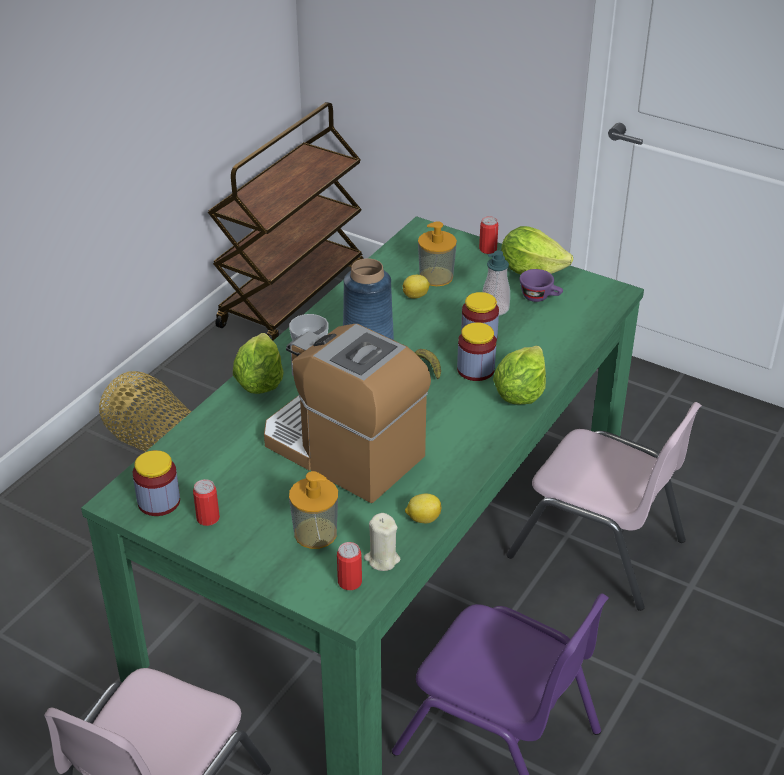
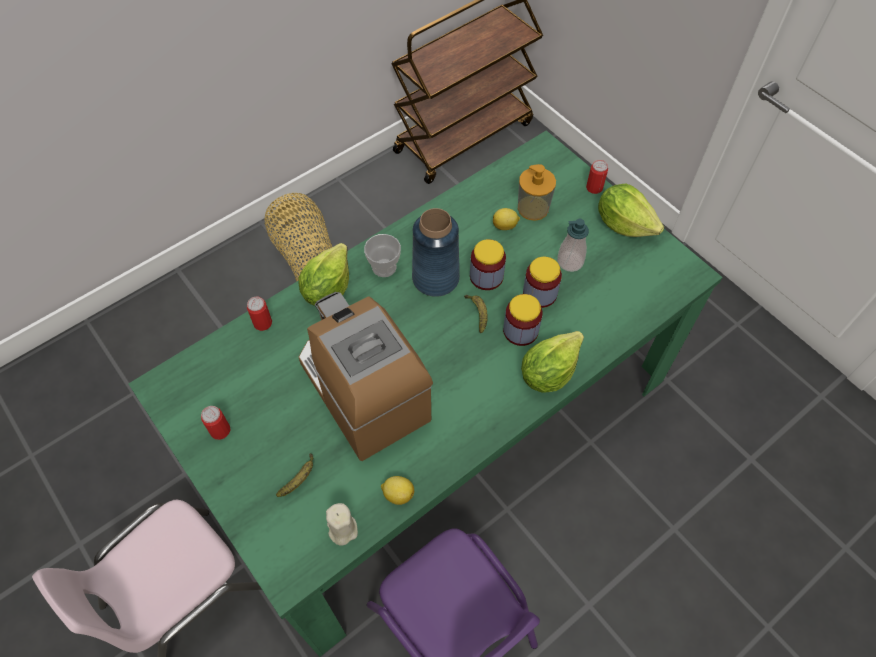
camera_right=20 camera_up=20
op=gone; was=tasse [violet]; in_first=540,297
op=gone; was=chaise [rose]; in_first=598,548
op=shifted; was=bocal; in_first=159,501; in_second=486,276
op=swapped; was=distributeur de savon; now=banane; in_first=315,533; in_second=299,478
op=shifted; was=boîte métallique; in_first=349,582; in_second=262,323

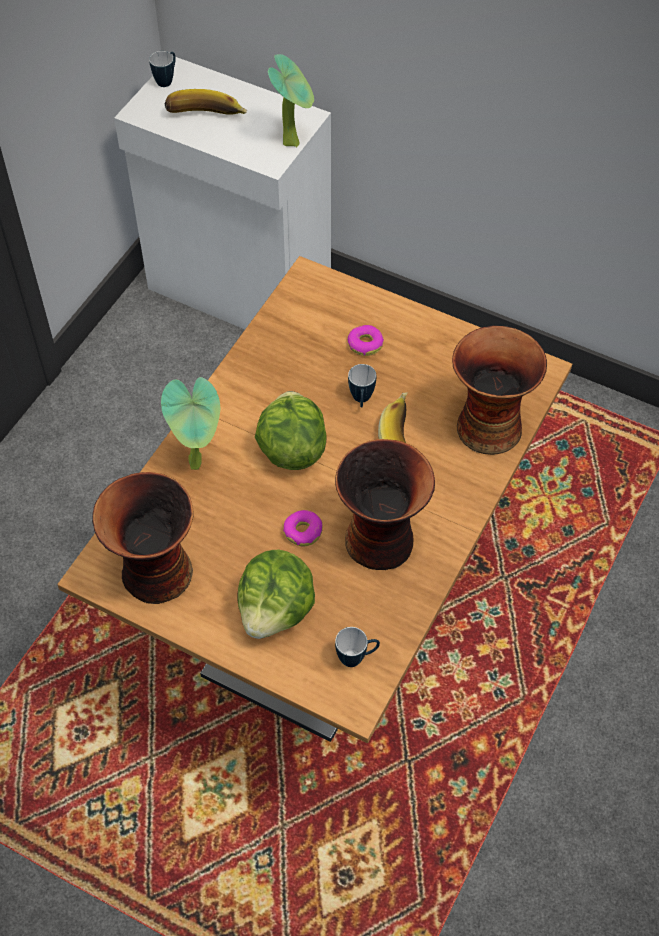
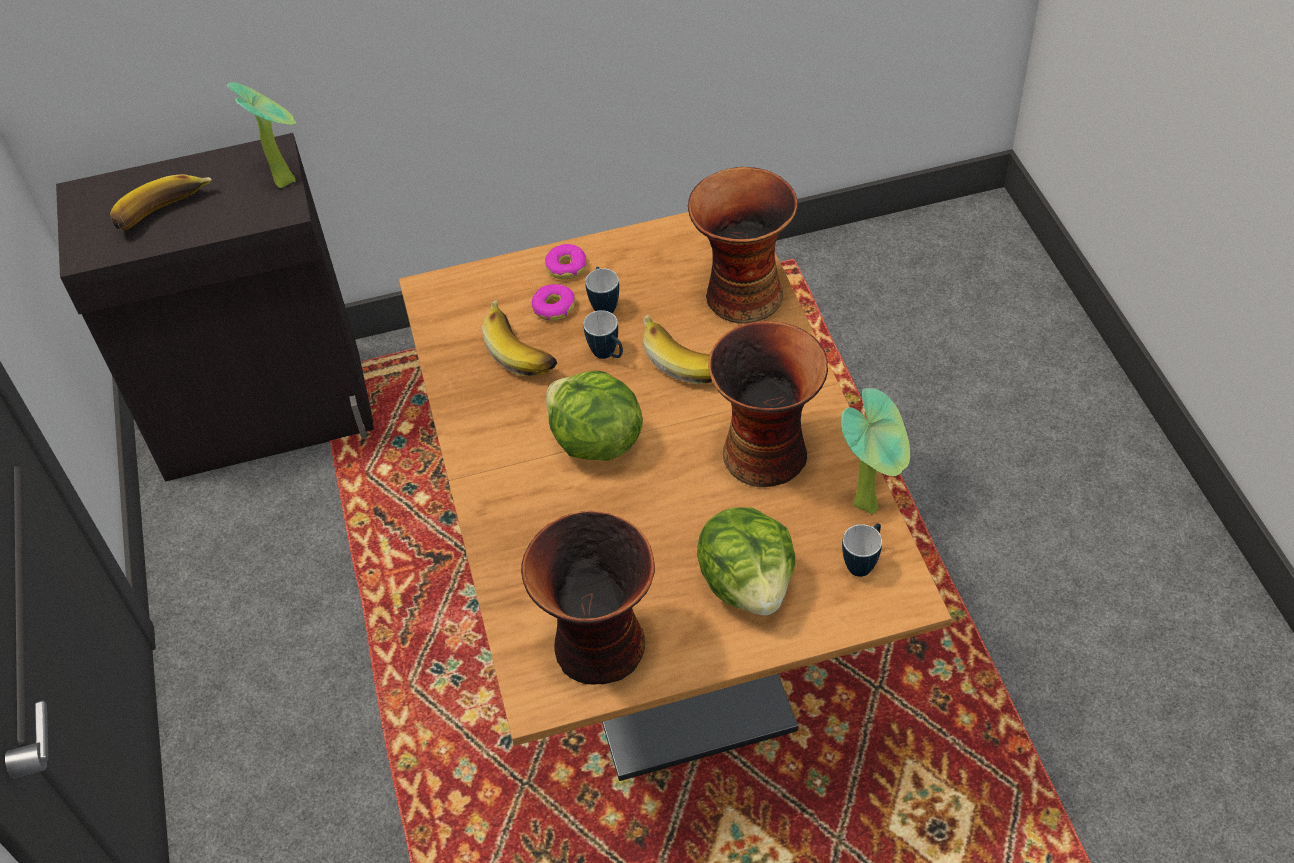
camera_right=-40 camera_up=-5
op=shifted; was=mug; in_first=167,80; in_second=603,305
op=repainted; was=meuble de rangement [blanc]; now=meuble de rangement [noir]; in_first=239,291; in_second=266,416
op=shifted; was=plante en pot; in_first=199,463; in_second=871,504
op=shifted; was=beignet; in_first=303,531; in_second=566,267
op=new; now=banane; in_second=523,349

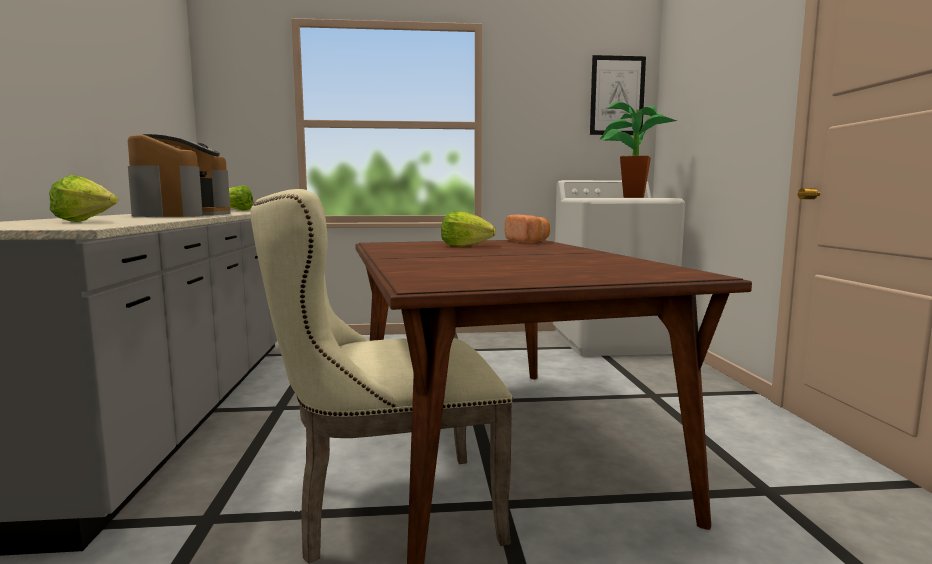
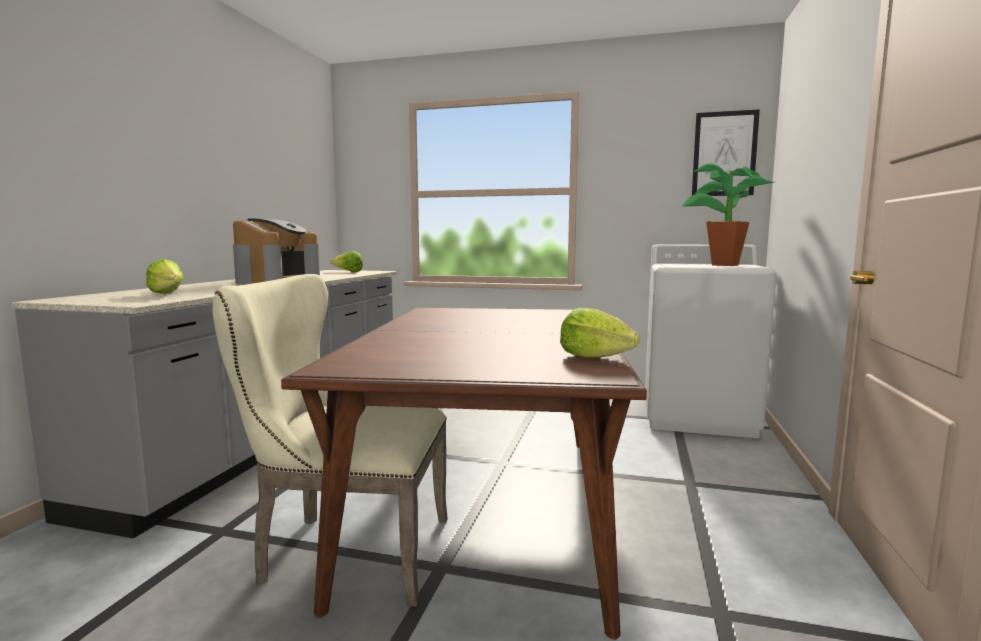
camera_right=20 camera_up=0
op=shifted; was=laitue; in_first=465,246; in_second=594,357
op=gone; was=pain; in_first=528,242

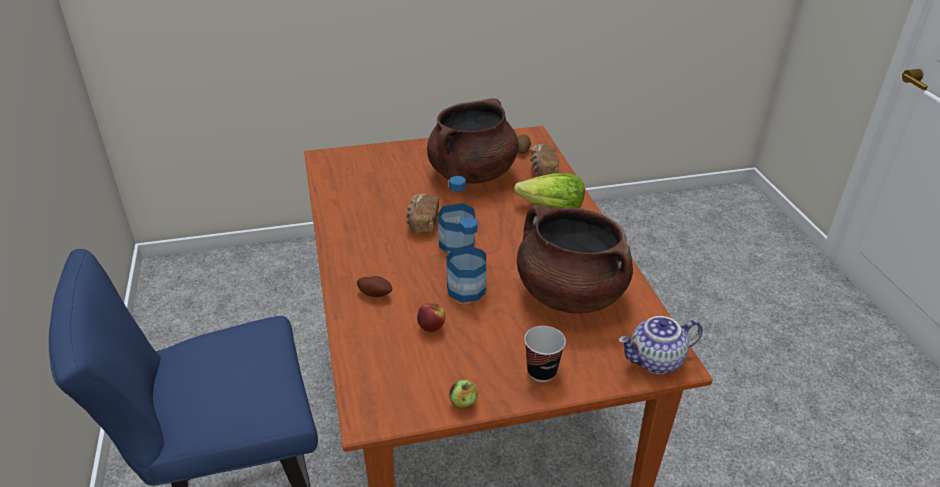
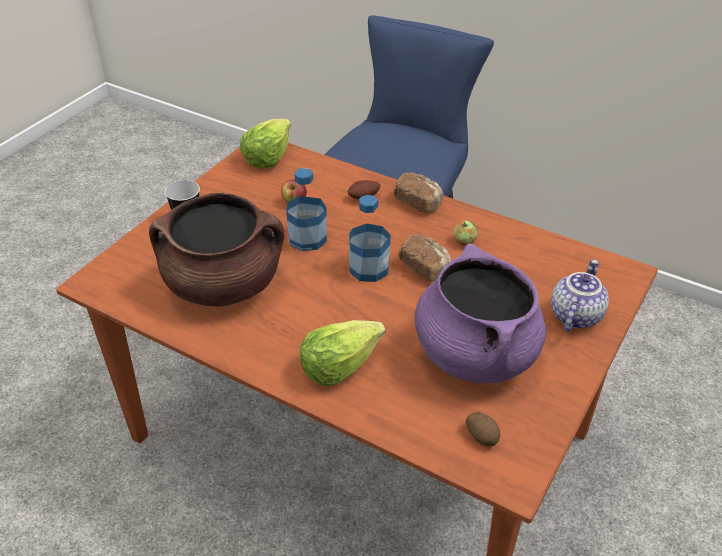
camera_right=135 camera_up=5
op=repainted; was=marmite [marron]; now=marmite [violet]; in_first=472,174; in_second=474,354
op=shifted; was=pain; in_first=542,170; in_second=418,202
op=shifted; was=théière; in_first=656,362; in_second=574,315
op=shifted; was=pomme; in_first=463,403; in_second=464,241
op=new; now=laitue; in_second=267,157

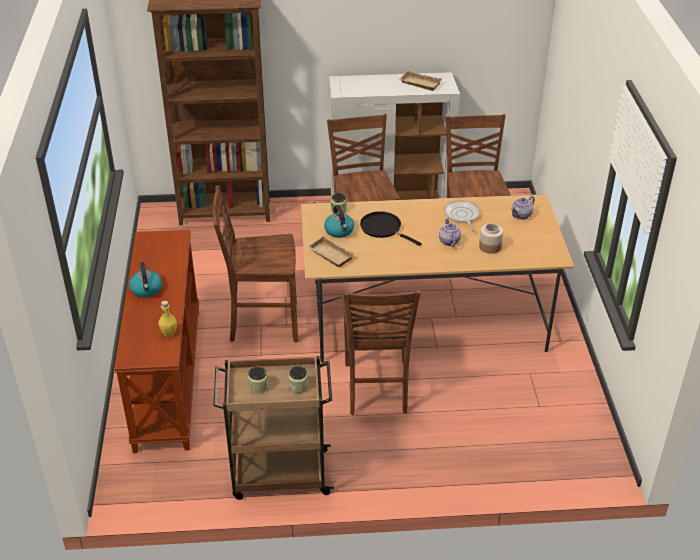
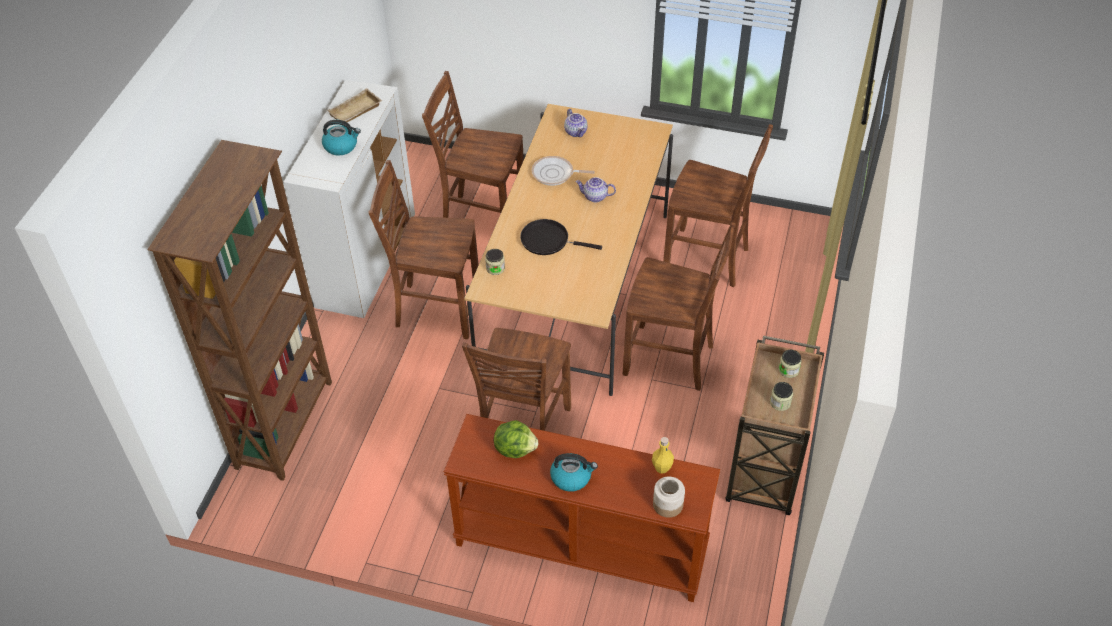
camera_right=-70 camera_up=10
op=shifted; was=bouilloire; in_first=339,231; in_second=341,146
op=rotated; was=poêle [noir]; in_first=383,228; in_second=548,240; clockwise=45
op=shifted; was=bocal; in_first=489,246; in_second=667,505
op=gone; was=plateau [beige]; in_first=329,255
op=new; now=chaise [marron]; in_second=708,259
op=new; now=laitue; in_second=515,448

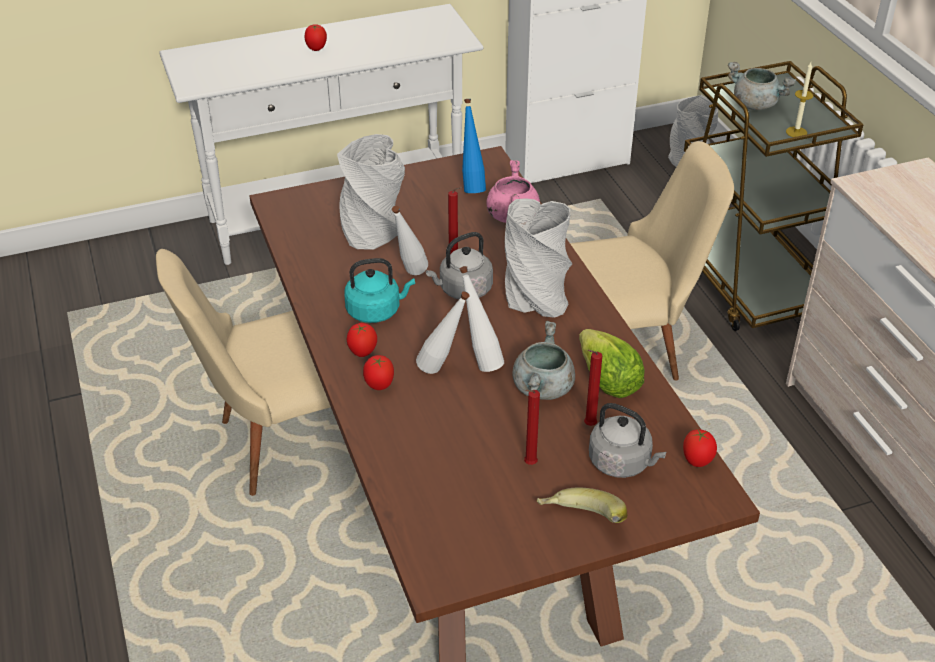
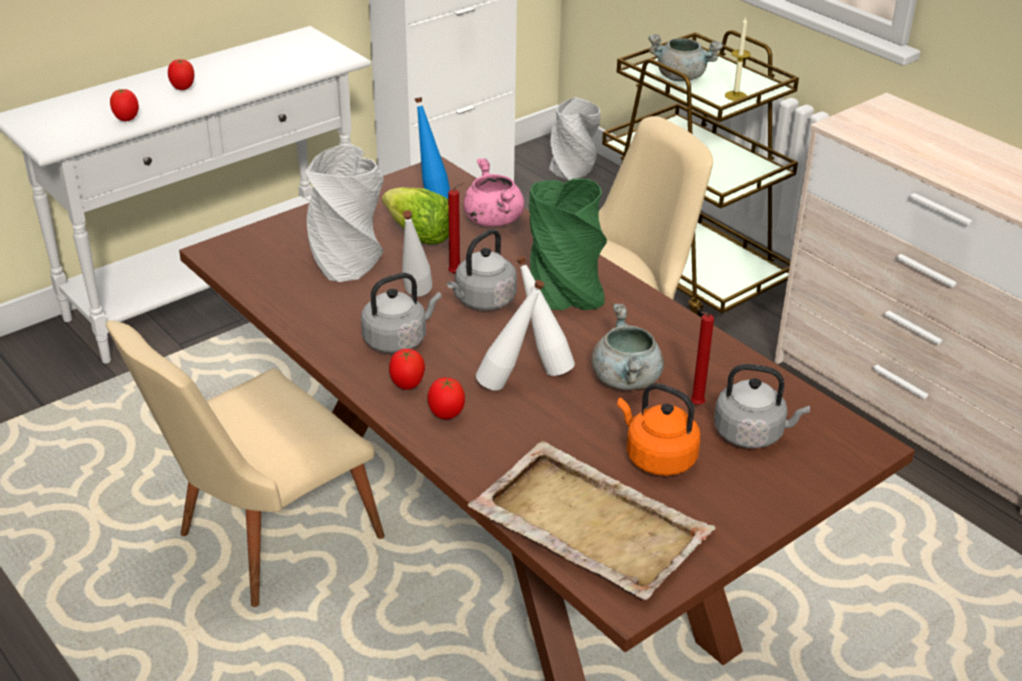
camera_right=-20 camera_up=-5
op=repainted; was=vase [gris]; now=vase [vert]; in_first=535,297; in_second=565,293
op=repainted; was=bouilloire [turquoise]; now=bouilloire [gris]; in_first=376,311; in_second=398,340
op=shifted; was=laitue; in_first=608,382; in_second=420,236
op=swapped; was=bougie [rouge]; now=bouilloire [orange]; in_first=528,464; in_second=657,458
op=shifted; was=tomate; in_first=697,461; in_second=126,119
op=gone; was=banane; in_first=580,523
op=new; now=plateau [beige]; in_second=588,523

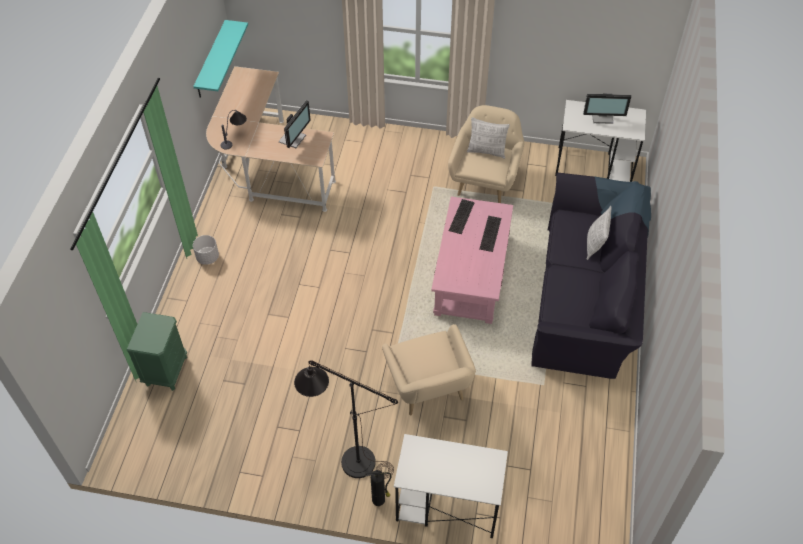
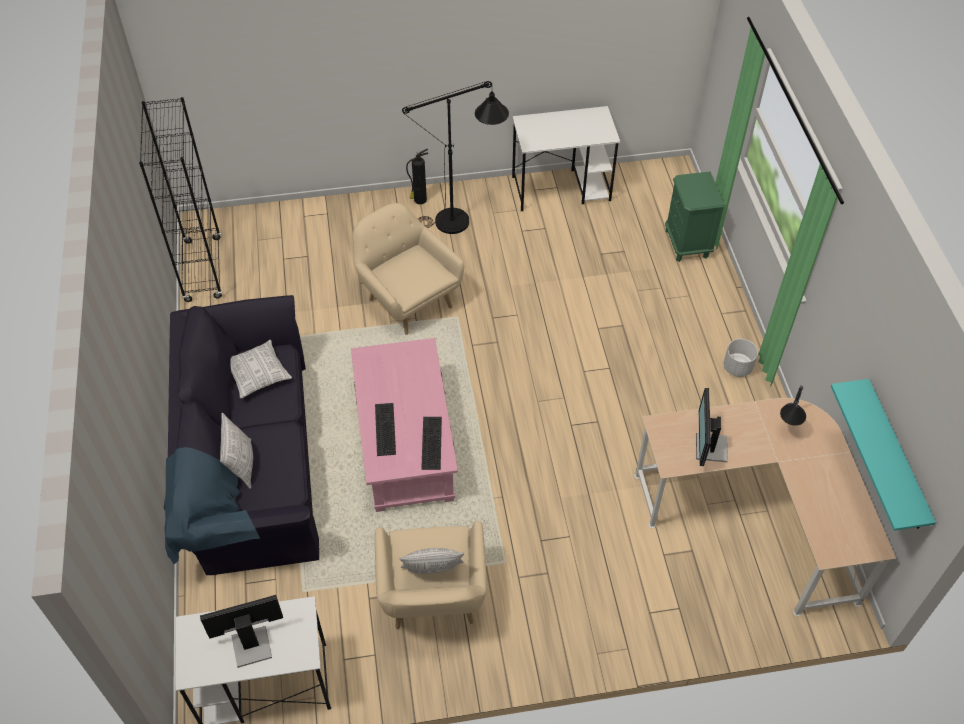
camera_right=160 camera_up=0
op=shifted; was=bureau [blanc]; in_first=447,505; in_second=562,188
op=new; now=bibliothèque [noir]; in_second=203,269
op=new; now=coussin; in_second=257,374

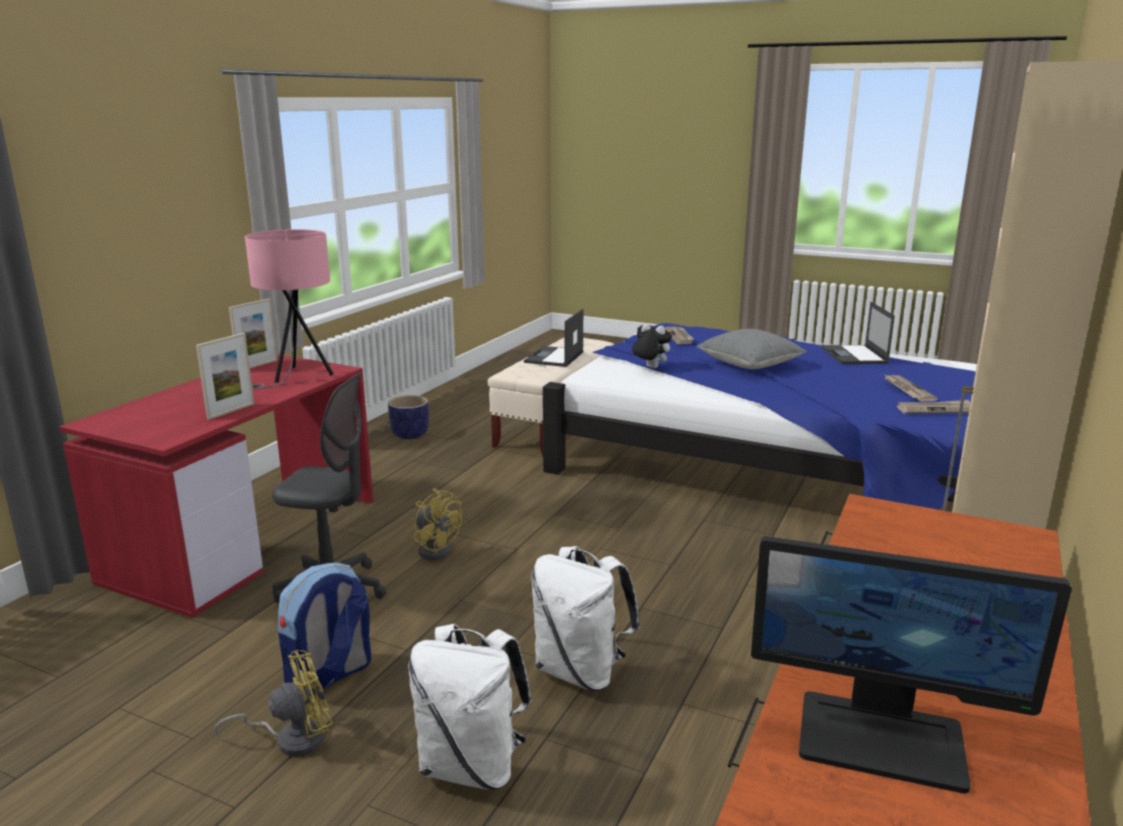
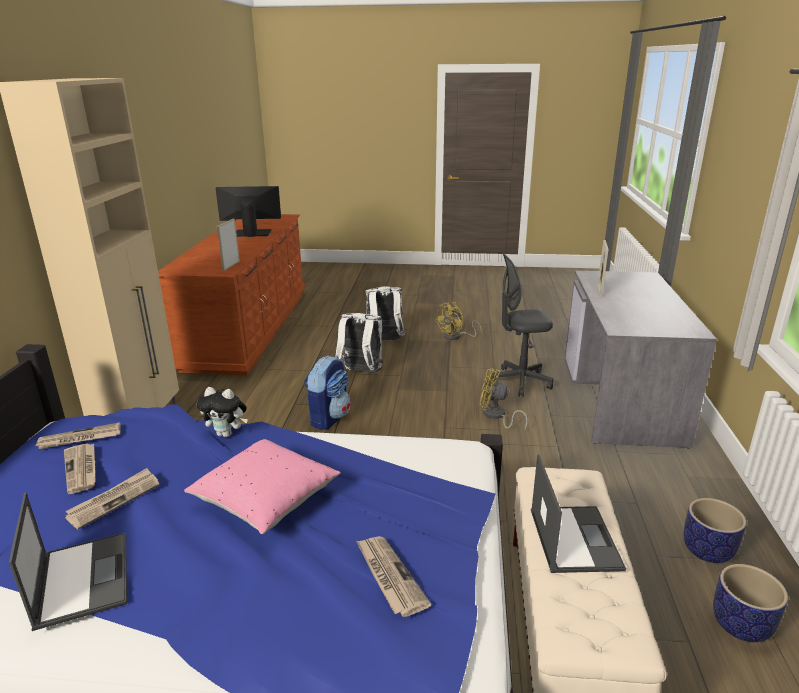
camera_right=160 camera_up=5
op=gone; was=lampe de table [rose]; in_first=297,377
op=shifted; was=cadre photo; in_first=257,365; in_second=231,265
op=shifted; was=peluche; in_first=650,368; in_second=227,434
op=repainted; was=coussin [gris]; now=coussin [rose]; in_first=749,365; in_second=266,501
op=repainted; was=bureau [rouge]; now=bureau [gris]; in_first=245,538; in_second=621,399
op=shifted; was=sac à dos; in_first=329,676; in_second=328,418
op=new; now=journal; in_second=114,500
op=new; now=cache-pot; in_second=740,625

